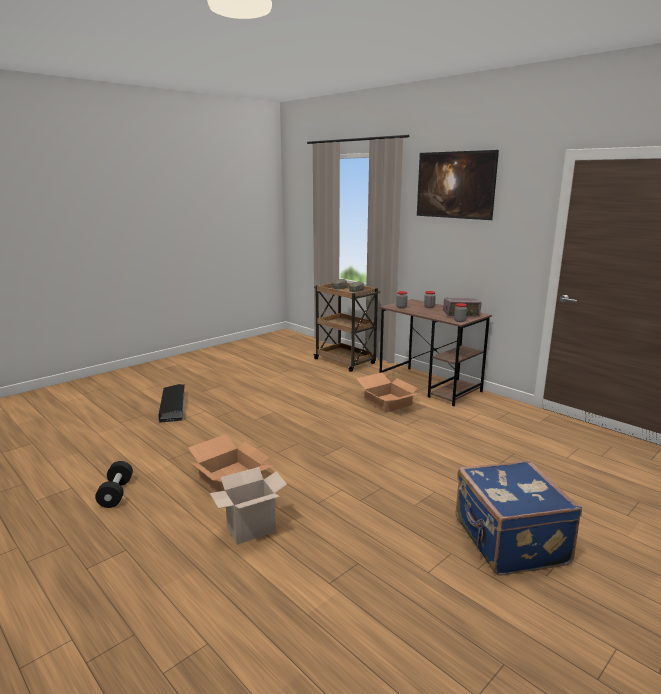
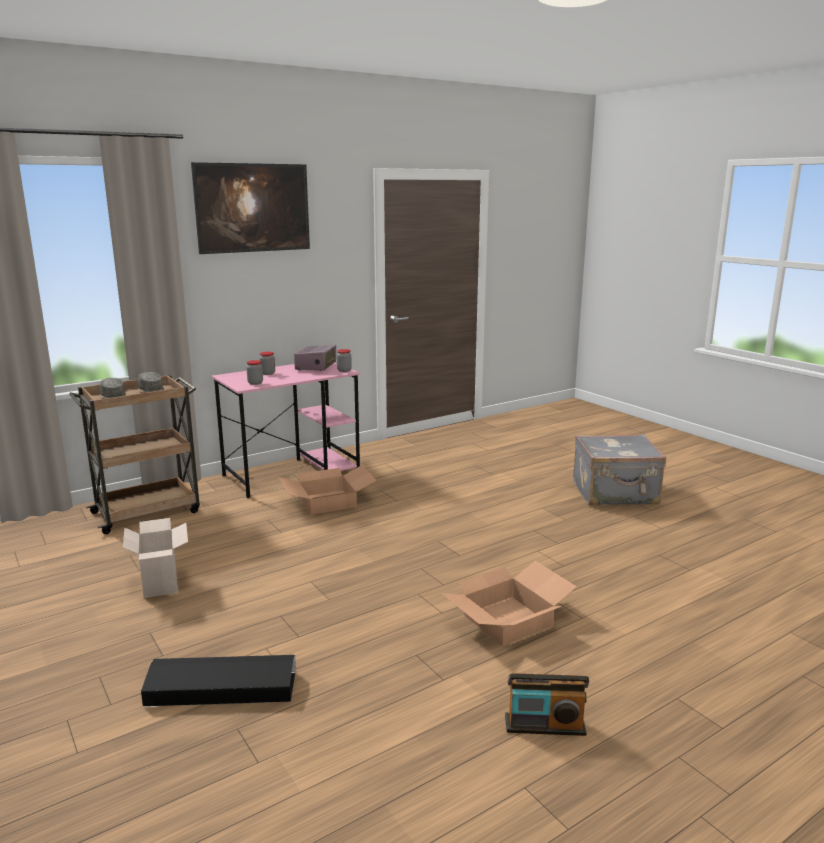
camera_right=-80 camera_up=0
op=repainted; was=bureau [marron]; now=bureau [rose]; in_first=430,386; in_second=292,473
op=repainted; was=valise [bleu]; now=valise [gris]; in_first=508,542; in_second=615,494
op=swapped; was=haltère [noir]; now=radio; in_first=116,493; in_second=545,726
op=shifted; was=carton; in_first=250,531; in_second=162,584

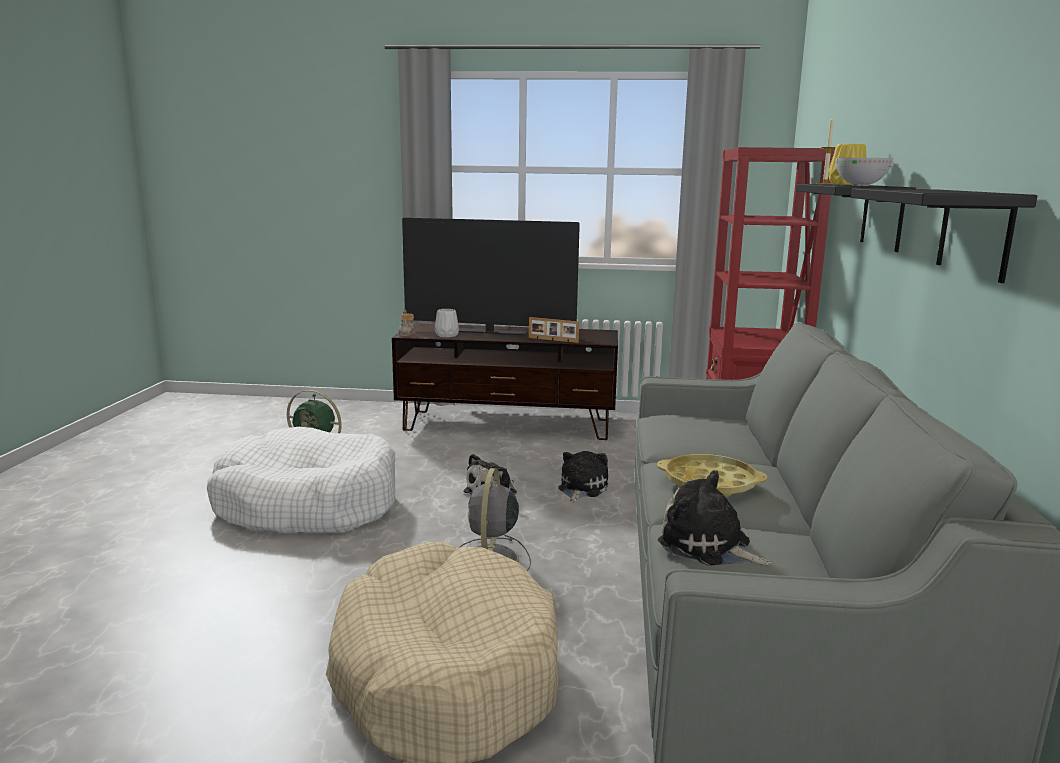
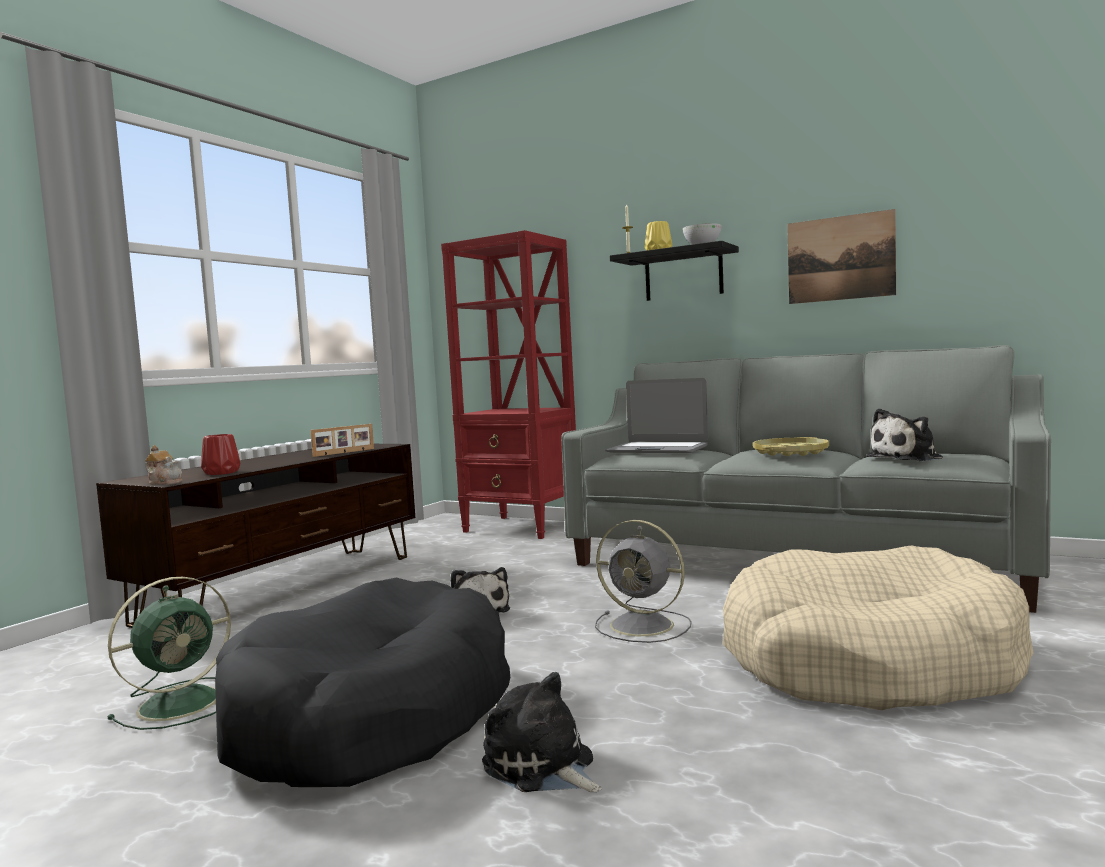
camera_right=-65 camera_up=-10
op=swapped; was=étagère [noir]; now=tableau; in_first=975,233; in_second=840,258
op=gone; was=téléviseur; in_first=489,332
op=repainted; was=vase [blanc]; now=vase [rouge]; in_first=447,335; in_second=222,473
op=repainted; was=panier pour chien [blanc]; now=panier pour chien [noir]; in_first=307,504; in_second=370,715
op=shifted; was=peluche; in_first=581,488; in_second=542,766
op=new; now=ordinateur portable; in_second=657,450

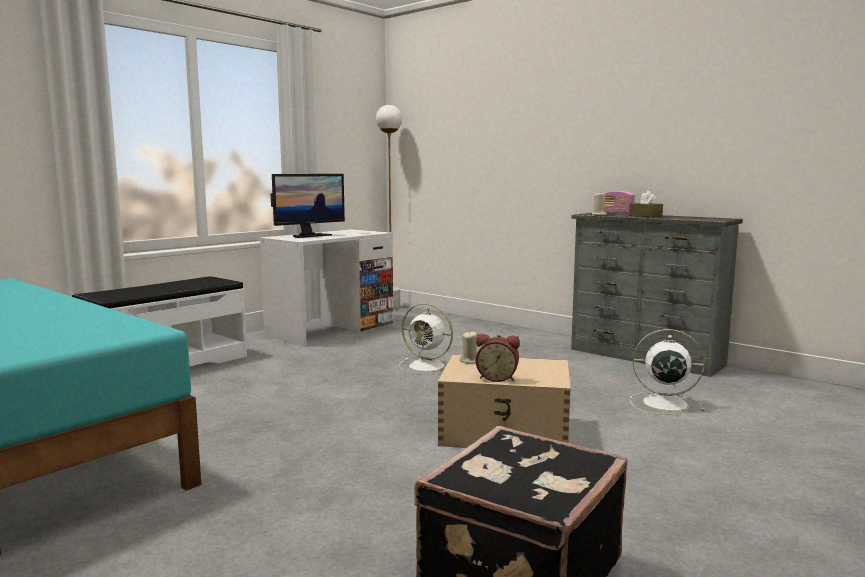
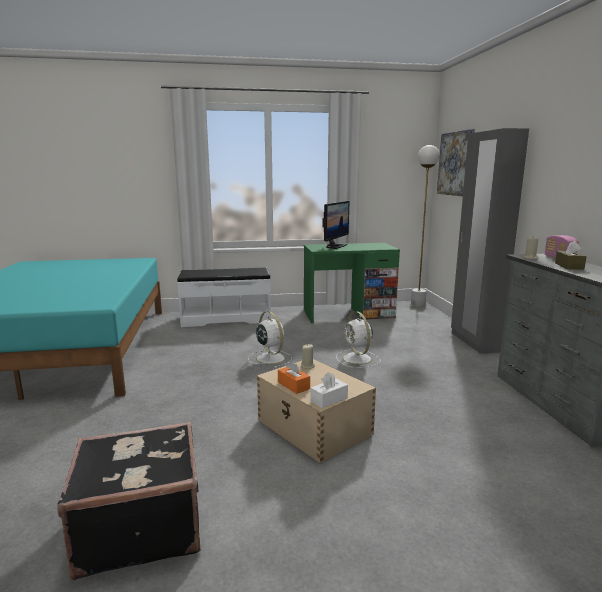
camera_right=40 camera_up=5
op=rotated; was=écran d'ordinateur; in_first=309,235; in_second=335,246; clockwise=-60
op=repainted; was=bureau [blanc]; now=bureau [vert]; in_first=331,329; in_second=348,314
op=shifted; was=ventilateur [blanc]; in_first=662,403; in_second=270,358
op=swapped; was=réveil; now=boîte à mouchoirs [orange]; in_first=497,378; in_second=293,385
op=new; now=armoire [gris]; in_second=474,342
op=new; now=tableau; in_second=455,163
op=new; now=boîte à mouchoirs [blanc]; in_second=329,399

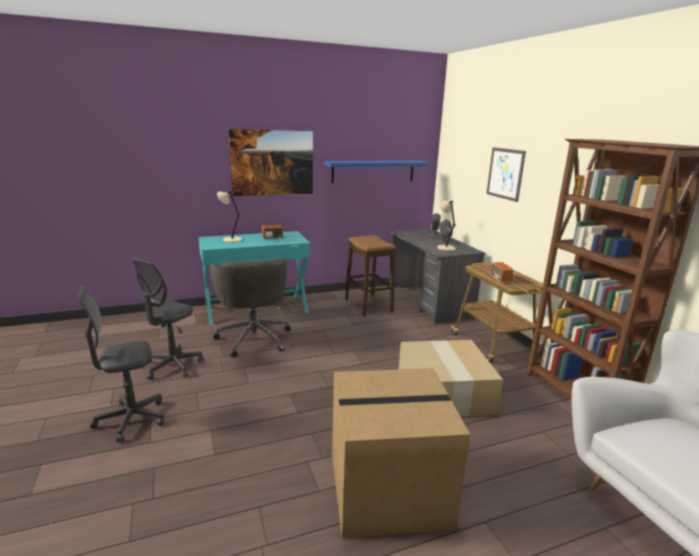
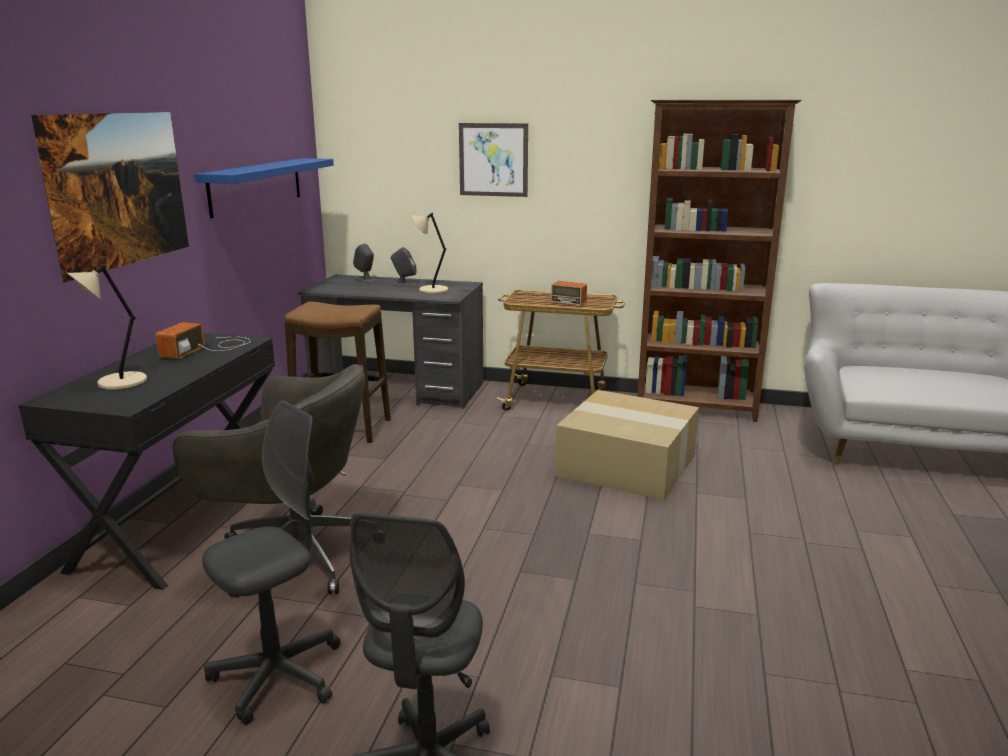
camera_right=-55 camera_up=0
op=repainted; was=bureau [turquoise]; now=bureau [noir]; in_first=256,309; in_second=183,520
op=rotated; was=chaise de bureau [gris]; in_first=173,366; in_second=278,675; clockwise=-105
op=gone; was=carton; in_first=389,487

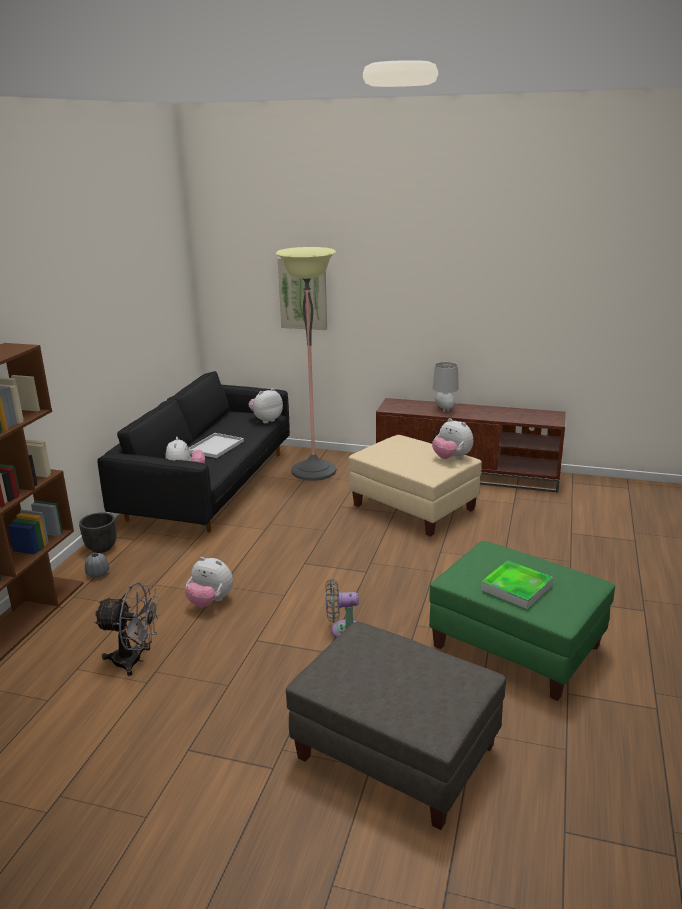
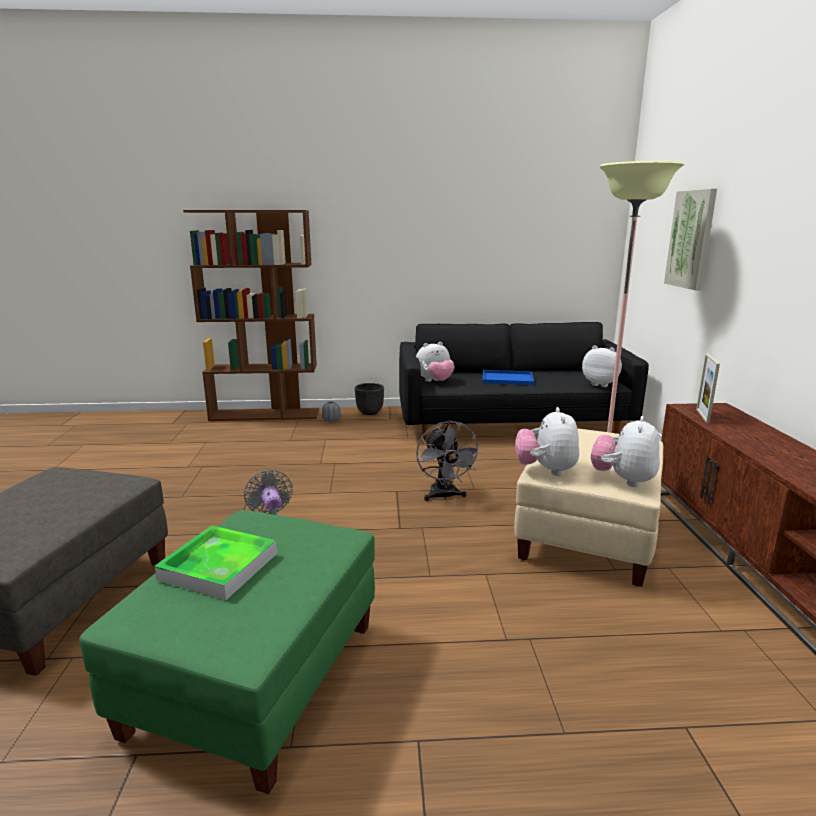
camera_right=70 camera_up=-5
op=gone; was=lampe de table [gris]; in_first=444,410
op=repainted; was=plateau [blanc]; now=plateau [bleu]; in_first=215,447; in_second=506,379
op=shifted; was=peluche; in_first=210,602; in_second=546,470
op=shifted; was=ventilateur [gris]; in_first=135,661; in_second=444,496
op=new; now=cadre photo; in_second=702,416

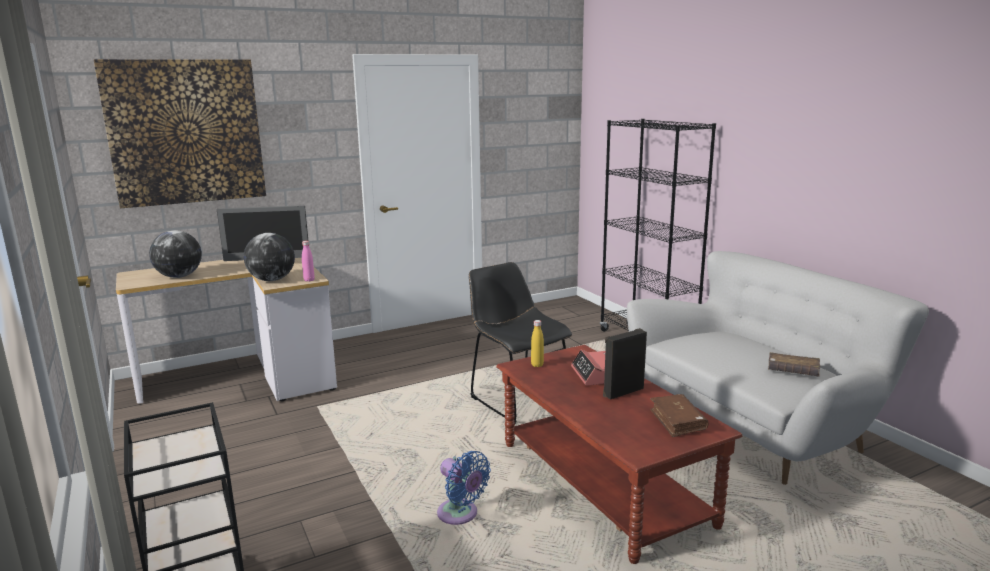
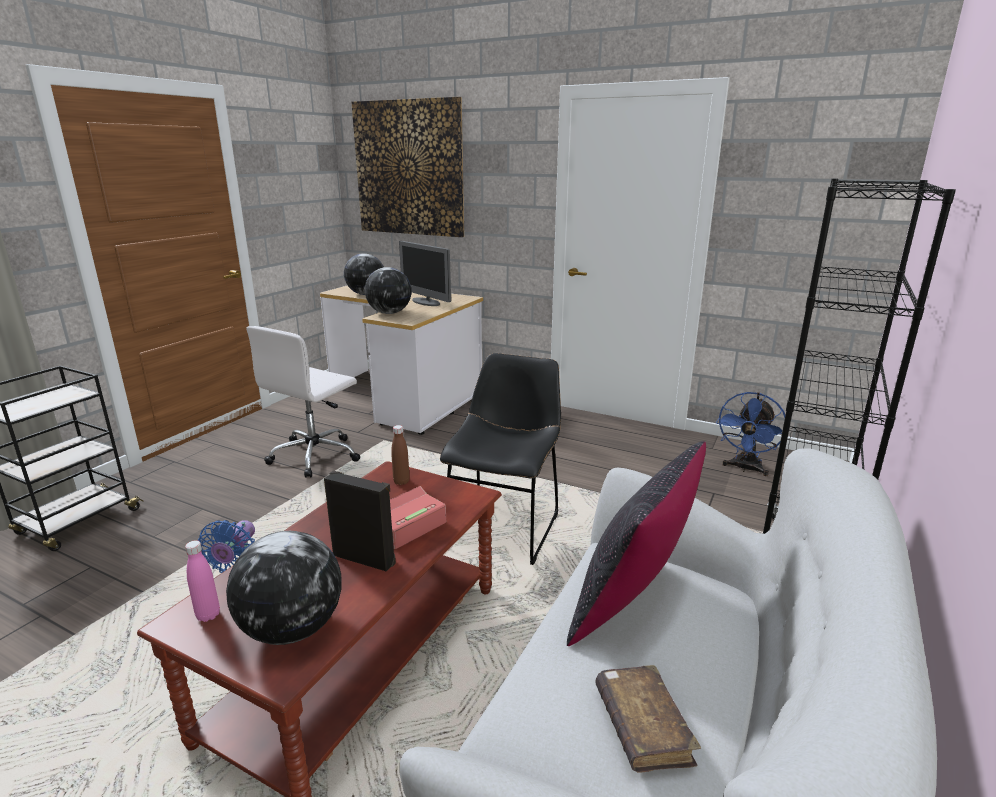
camera_right=55 camera_up=5
op=shifted; was=bouteille [rose]; in_first=309,280; in_second=208,615
op=repainted; was=bouteille [jaune]; now=bouteille [marron]; in_first=537,365; in_second=401,482
op=swapped; was=livre [marron]; now=globe; in_first=677,421; in_second=291,629
op=new; now=chaise de bureau [blanc]; in_second=316,455
op=new; now=ventilateur [bleu]; in_second=745,468
op=new; now=coussin [noir]; in_second=632,603

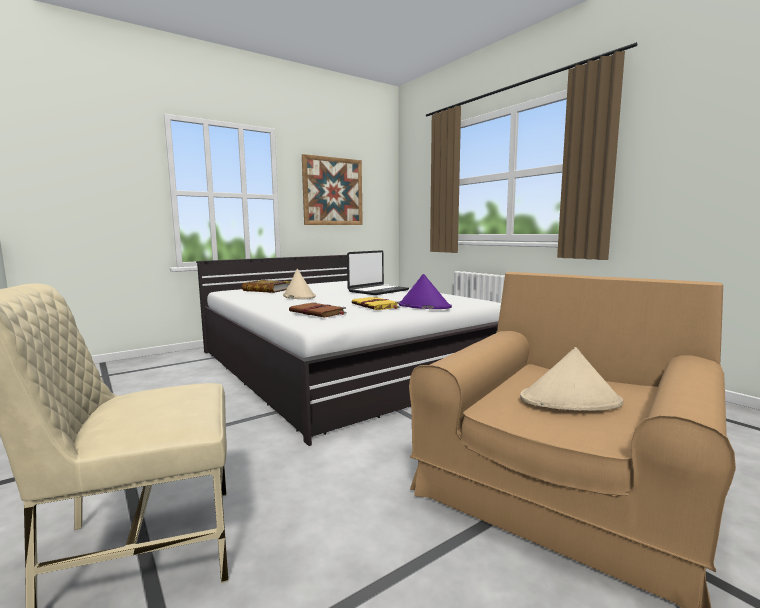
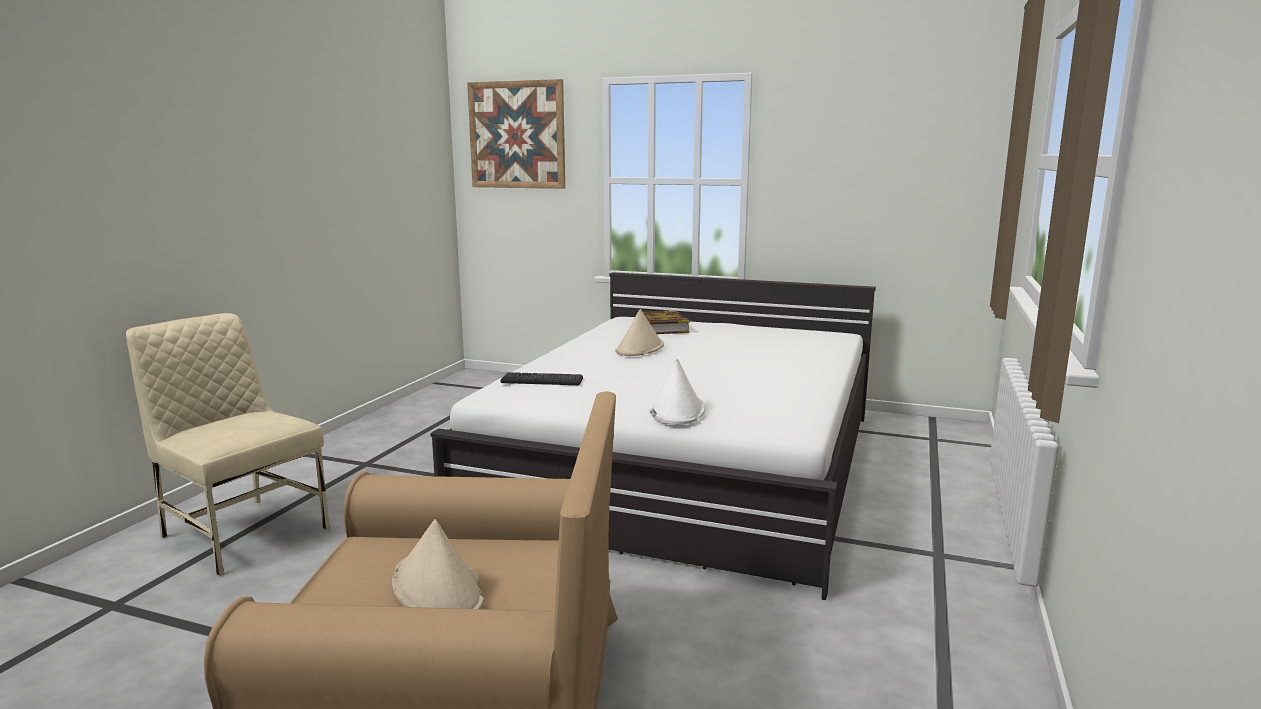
camera_right=55 camera_up=5
op=shifted; was=tableau; in_first=333,191; in_second=517,135
op=gone; was=ordinateur portable; in_first=378,291
op=repainted; was=chapeau [violet]; now=chapeau [blanc]; in_first=424,306; in_second=676,410
op=gone; was=livre [jaune]; in_first=376,306
op=swapped; was=livre [marron]; now=clavier; in_first=318,312; in_second=542,380

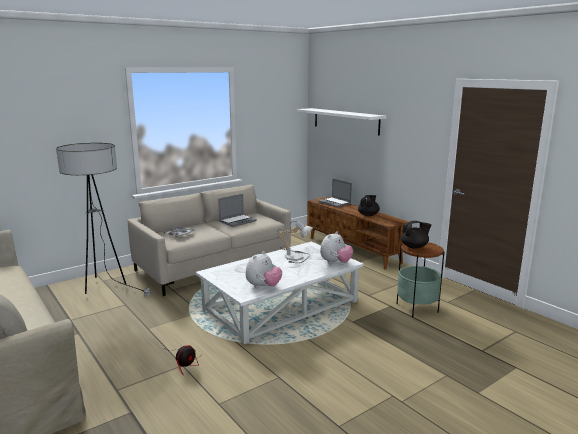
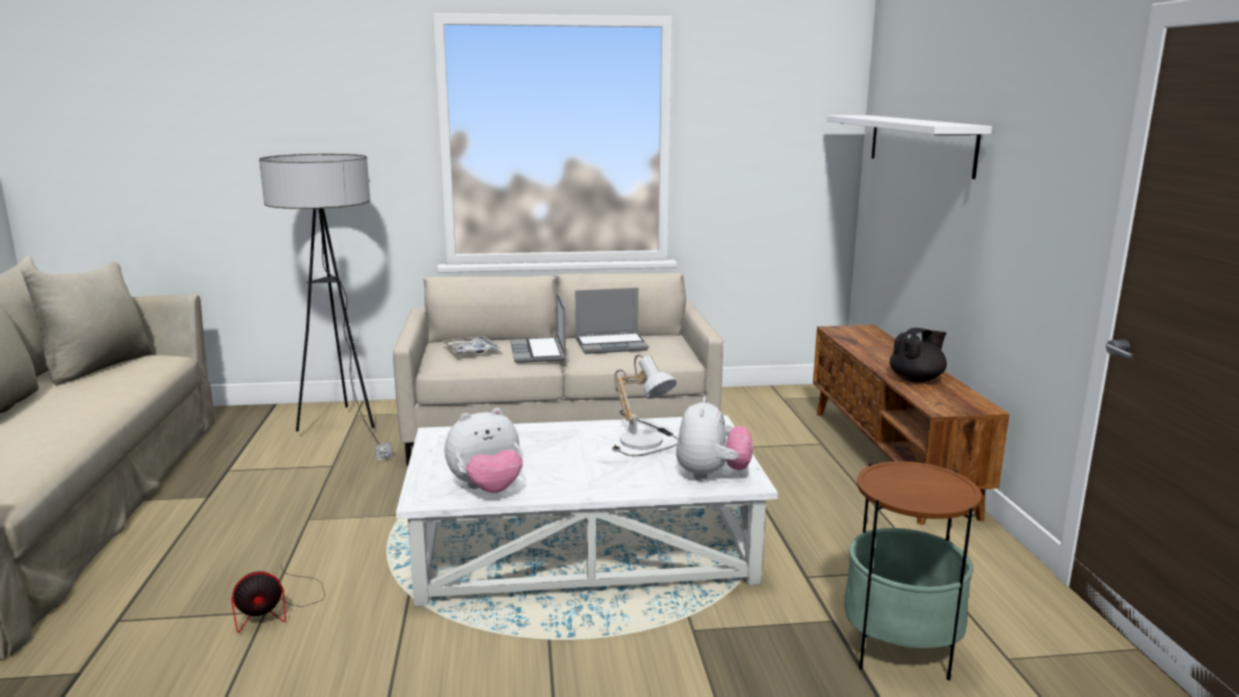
camera_right=30 camera_up=0
op=shifted; was=ordinateur portable; in_first=335,203; in_second=539,352
op=gone; was=théière [noir]; in_first=414,247
op=rotated; was=peluche; in_first=335,263; in_second=711,475; clockwise=-60

